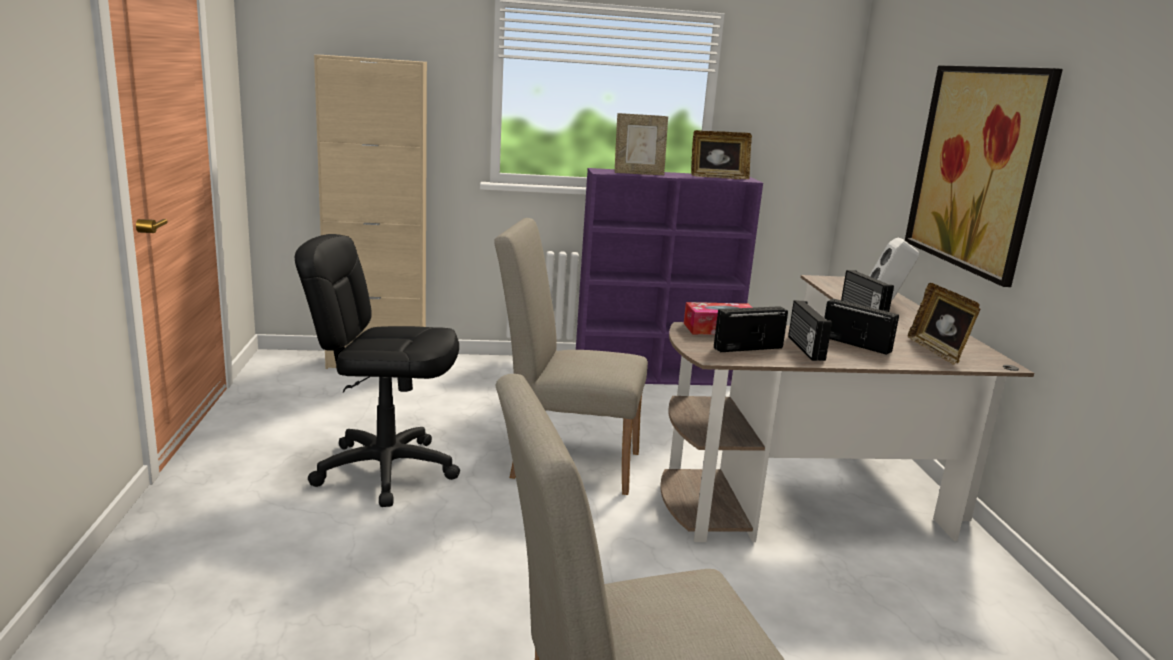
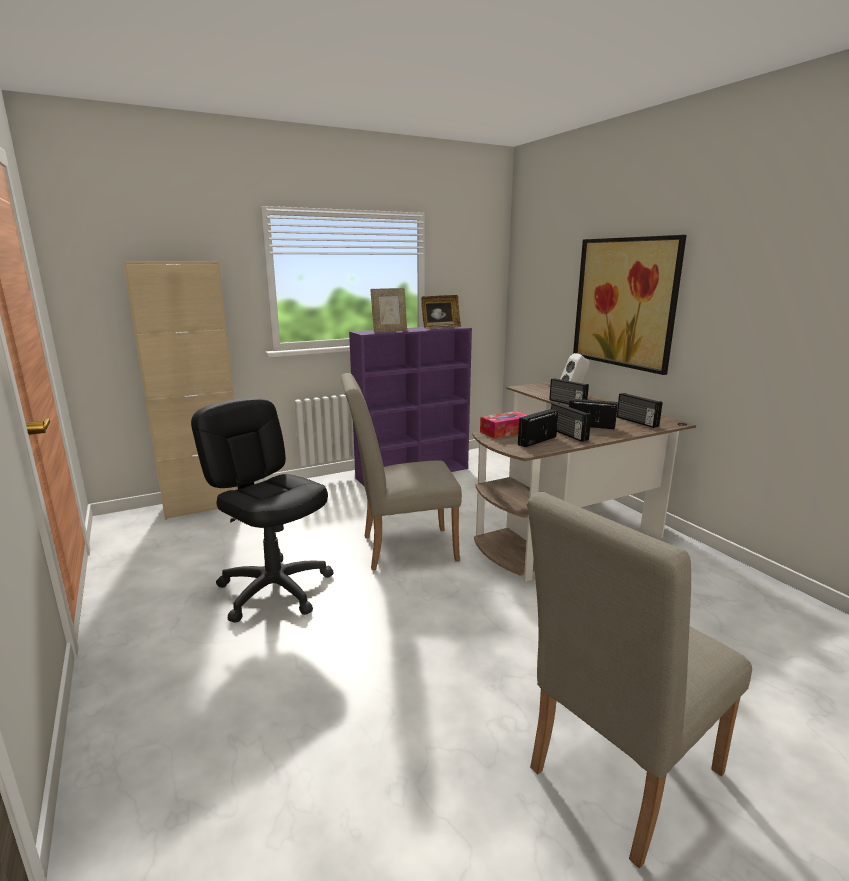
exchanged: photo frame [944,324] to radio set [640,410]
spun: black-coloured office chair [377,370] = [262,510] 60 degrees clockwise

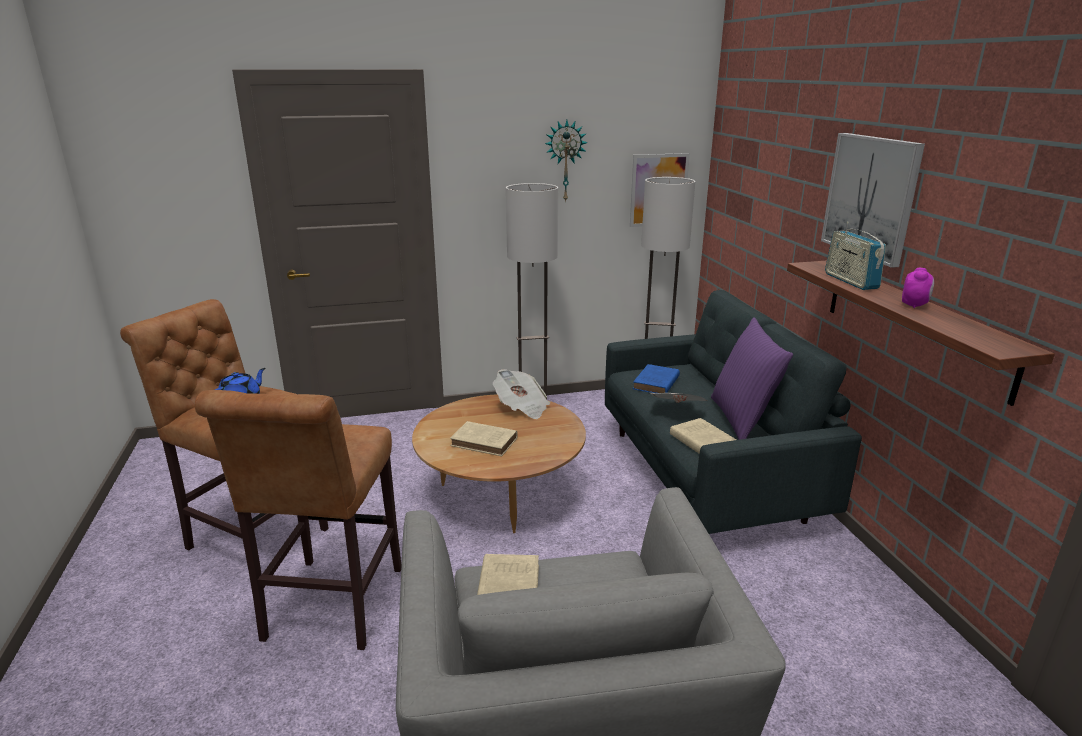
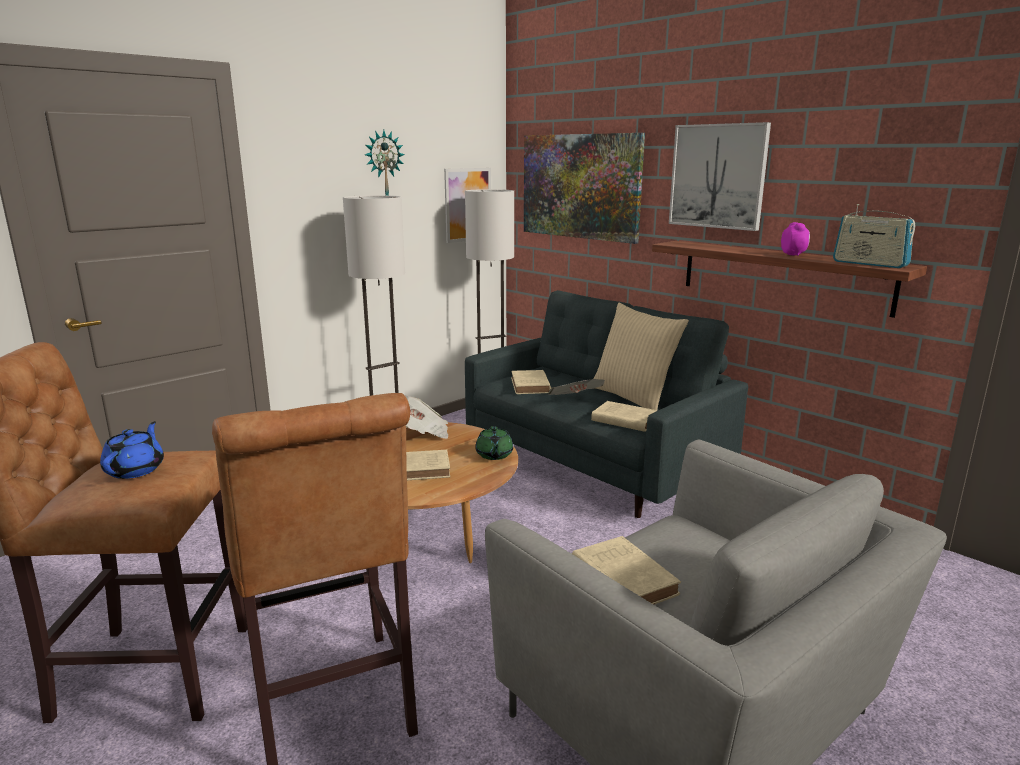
appeared: wall art [584,188]; greenish tea pot [494,443]
relocated: radio set [855,256] to [874,236]
colour: purplish pillow [752,379] to beige-coloured pillow [641,356]; blue volume [656,378] to beige-coloured volume [531,382]

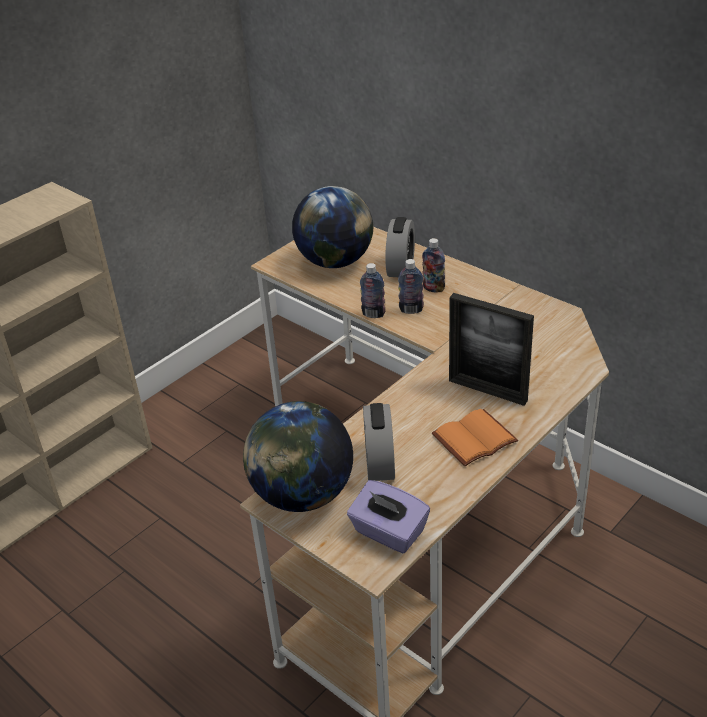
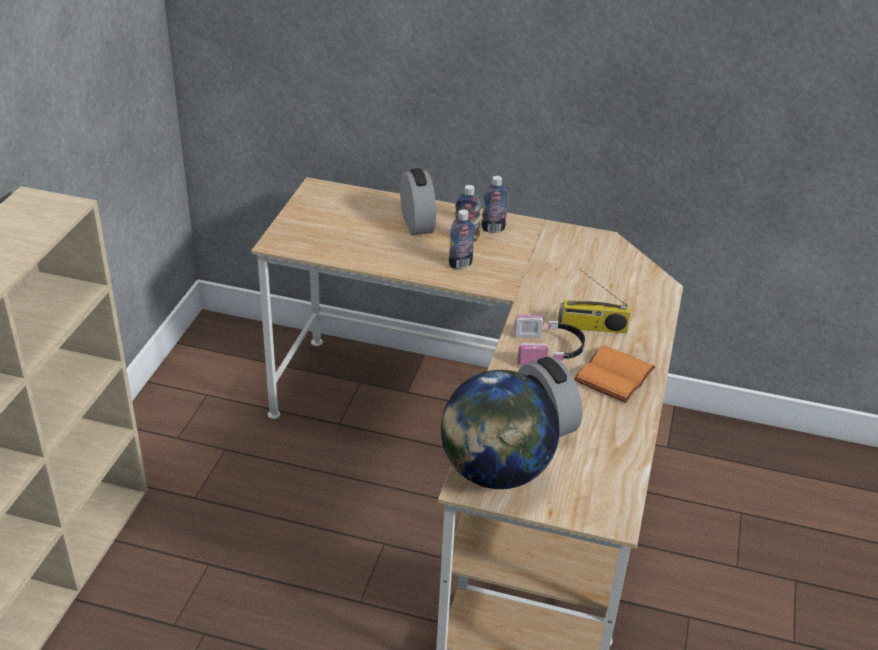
missing: globe [332,227]; purplish tissue holder [388,516]
appeared: headphones [549,340]
relocated: bottle [372,290] to [495,204]
exchanged: photo frame [491,349] to radio set [594,301]

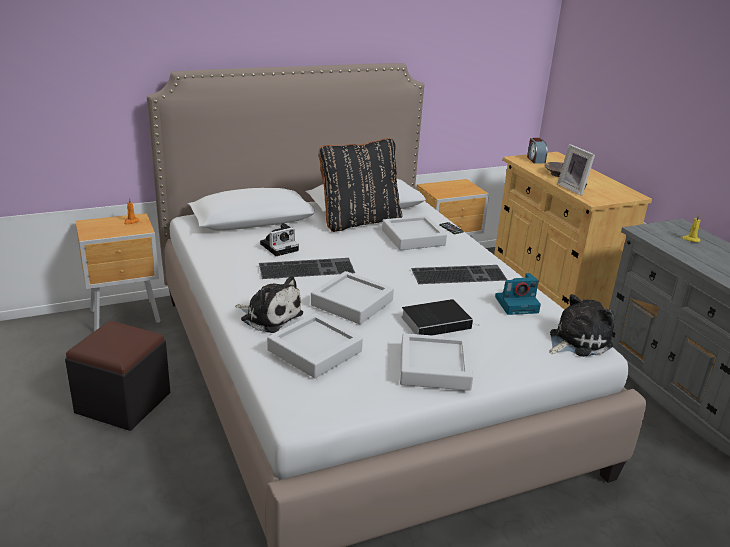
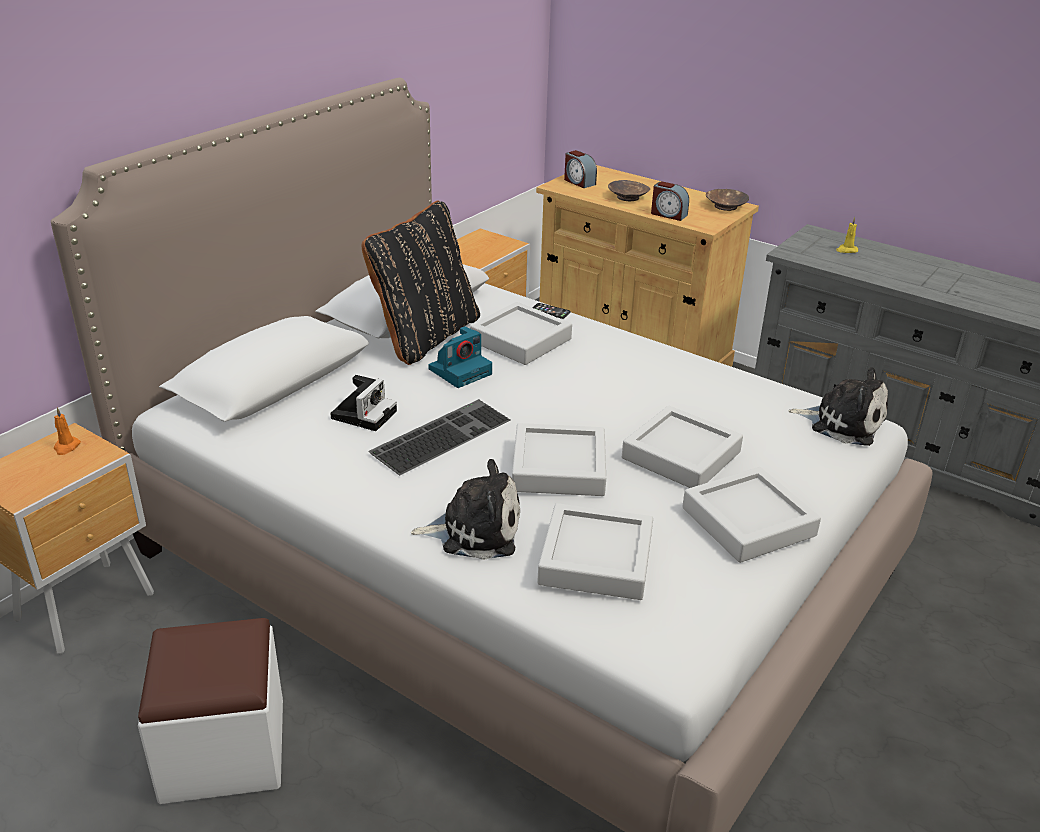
missing: keyboard [459,274]
appeared: brown bowl [727,200]
relocated: still camera [518,294] to [460,357]
exchanged: photo frame [576,170] to alarm clock [670,201]; volume [440,317] to gray serving tray [682,447]
colour: black-coloured ottoman [117,376] to white ottoman [210,711]
spun: cuddly toy [581,325] = [838,406] 90 degrees clockwise

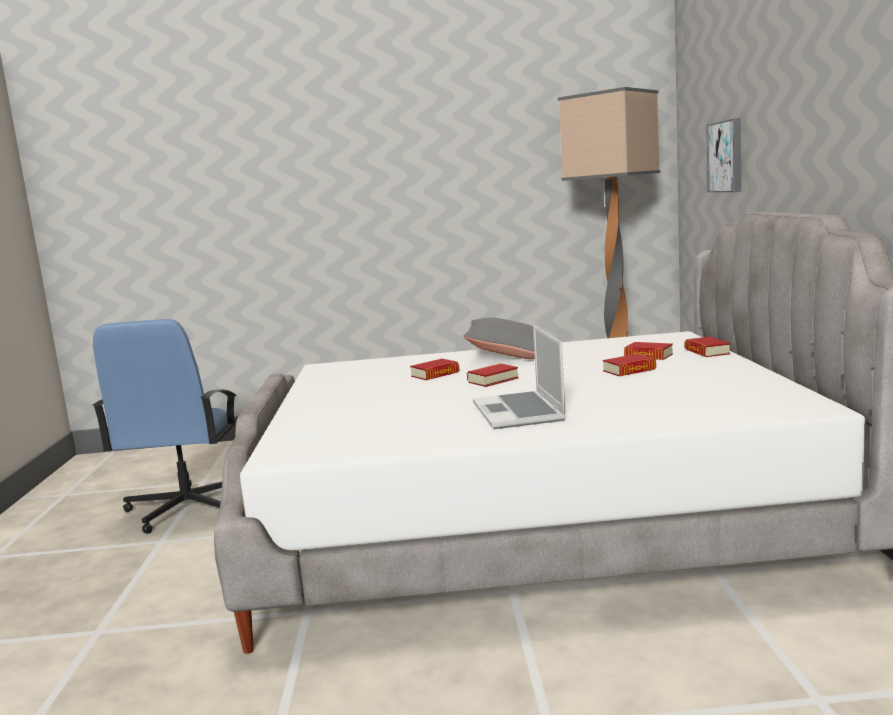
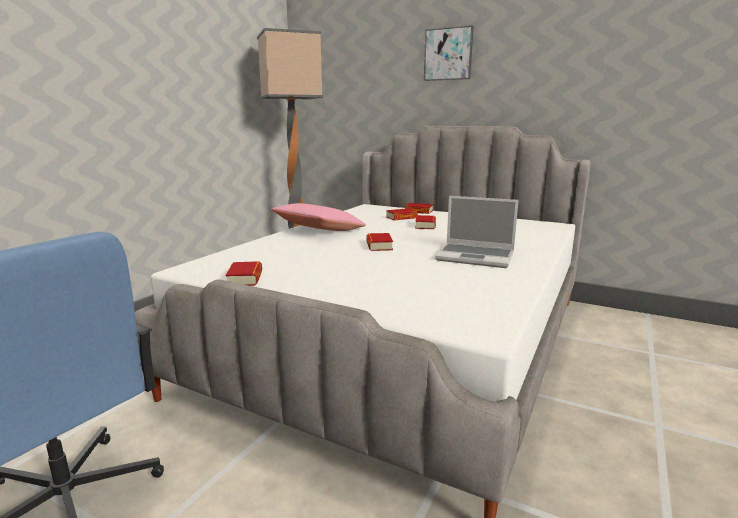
relocated: wall art [724,155] to [449,53]; volume [434,369] to [243,273]
colour: gray pillow [499,338] to pinkish pillow [318,217]

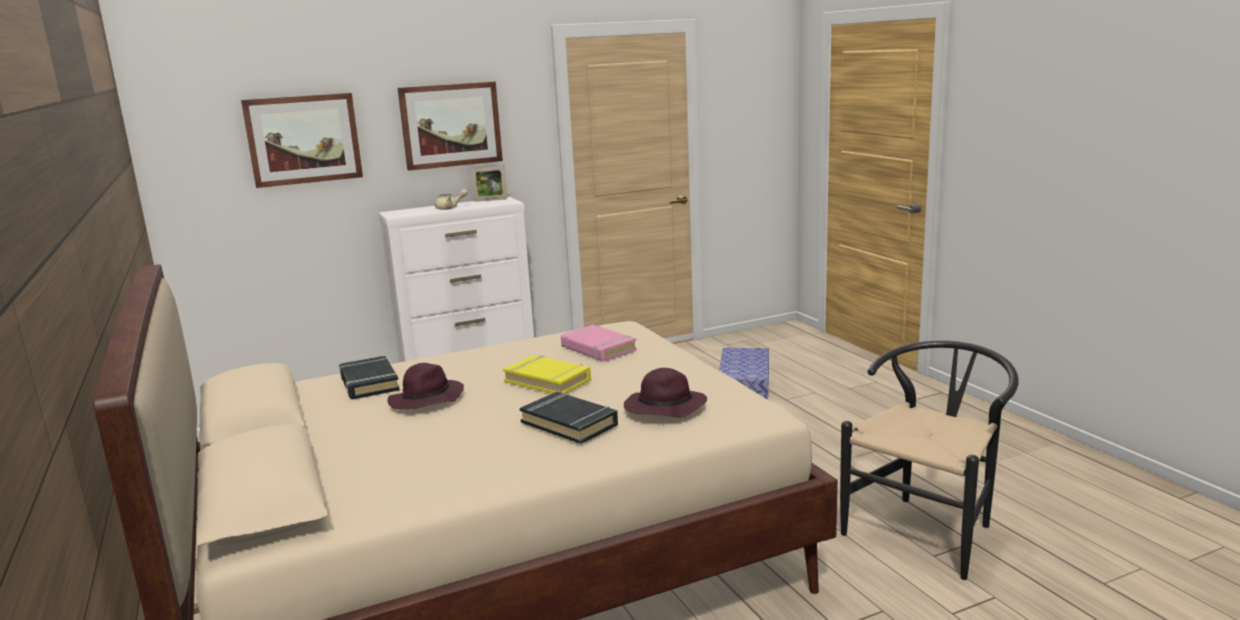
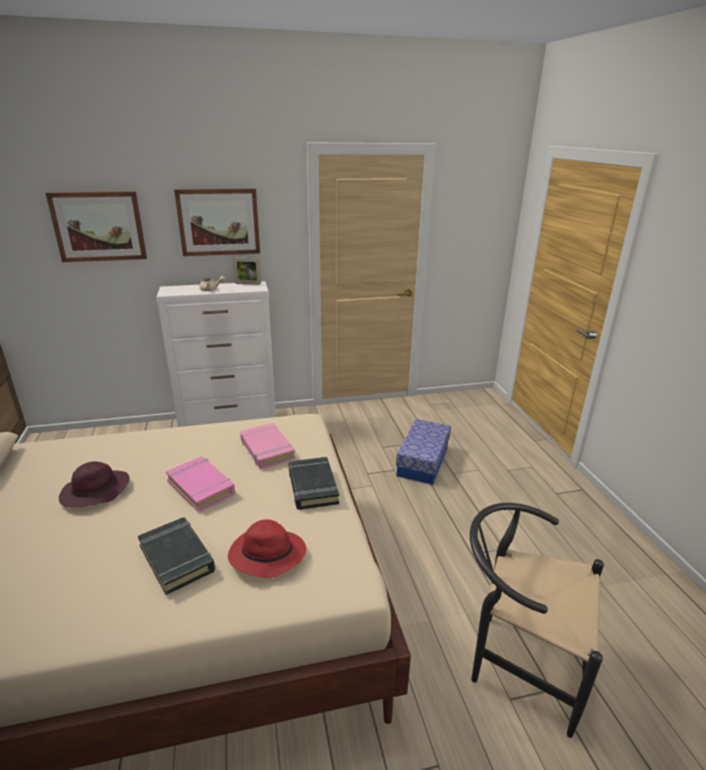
relocated: black-coloured volume [369,377] to [314,483]
colour: yellow volume [547,374] to pinkish volume [200,484]; purplish hat [665,393] to red hat [267,549]
spun: black-coloured upright chair [929,460] = [537,620] 120 degrees counterclockwise

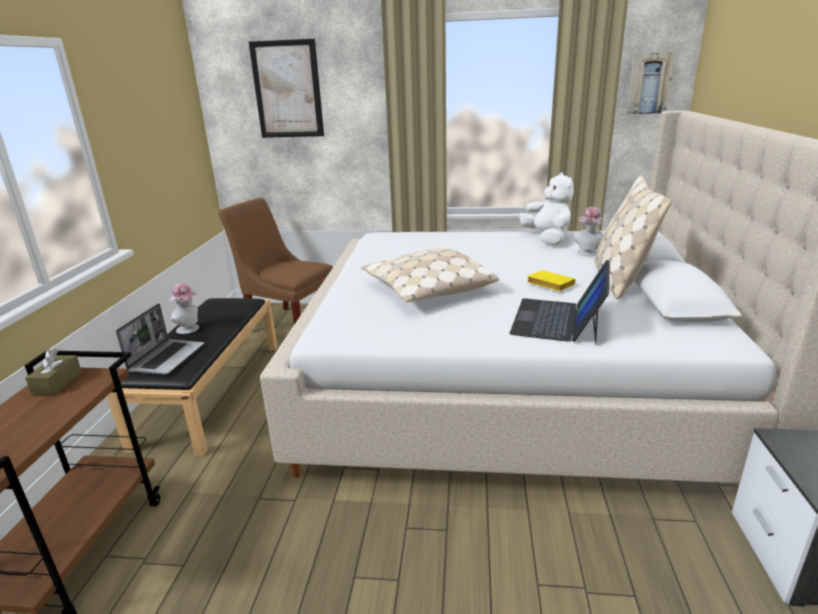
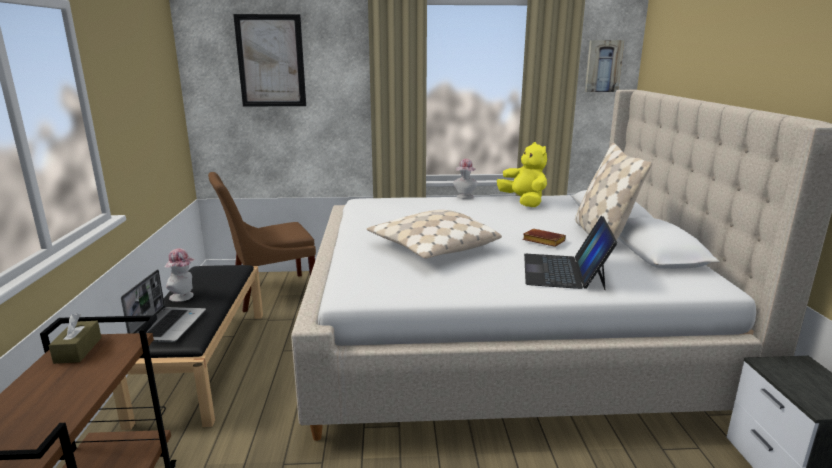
relocated: hat [589,231] to [465,179]
colour: white cuddly toy [546,208] to yellow cuddly toy [522,174]; yellow volume [551,280] to brown volume [544,238]
spun: brown upright chair [276,261] = [262,242] 45 degrees counterclockwise

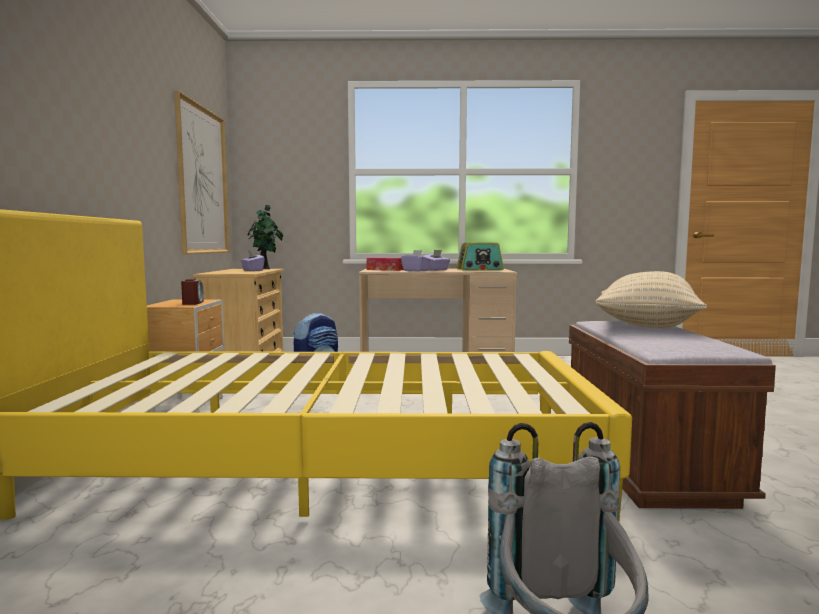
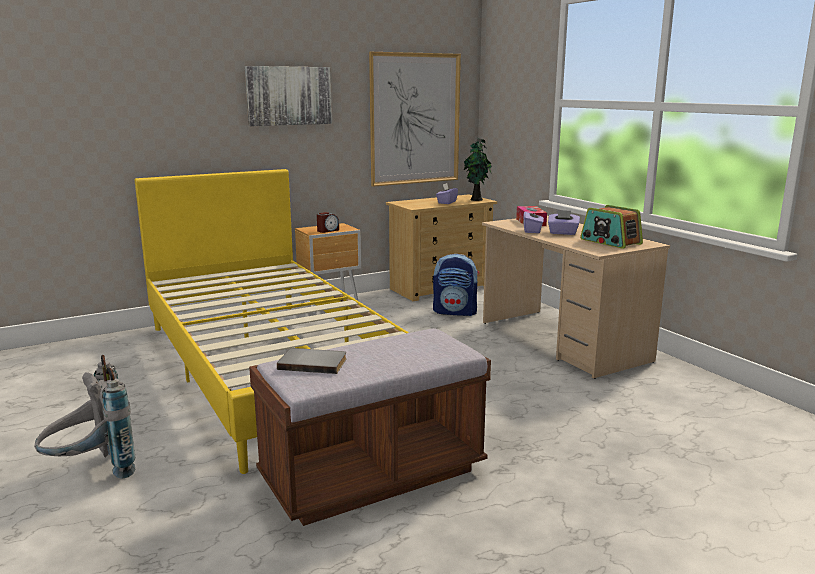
missing: beige-coloured pillow [651,299]
appeared: wall art [288,96]; gray volume [311,361]

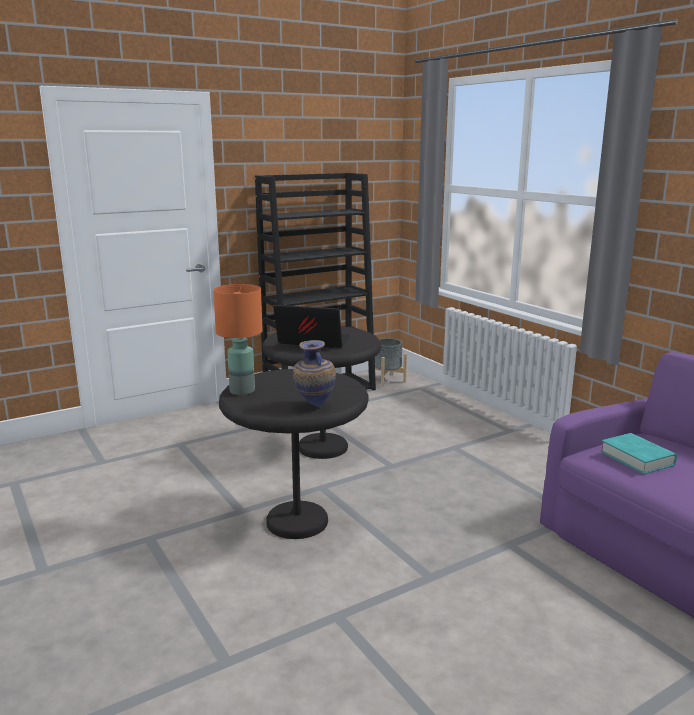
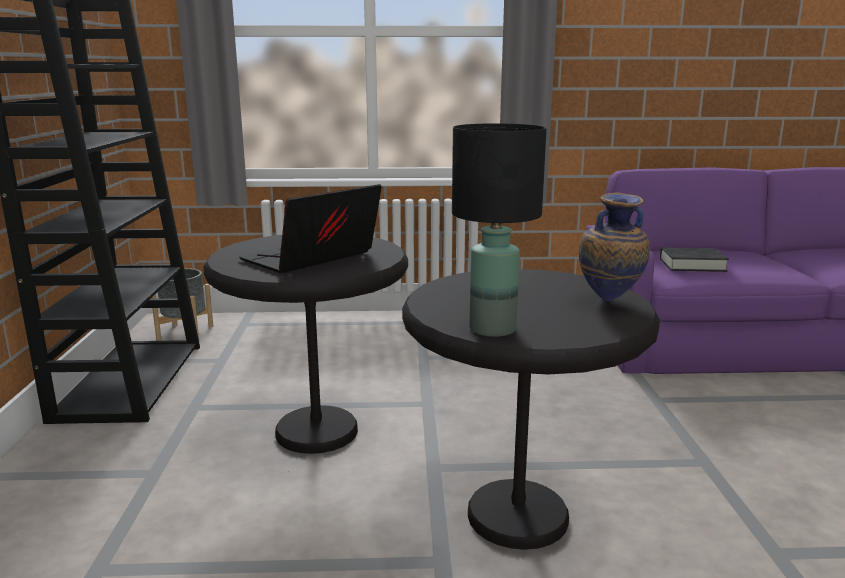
colour: orange lamp for a table [238,339] to black-coloured lamp for a table [499,230]; turquoise-coloured volume [638,453] to black-coloured volume [694,260]

